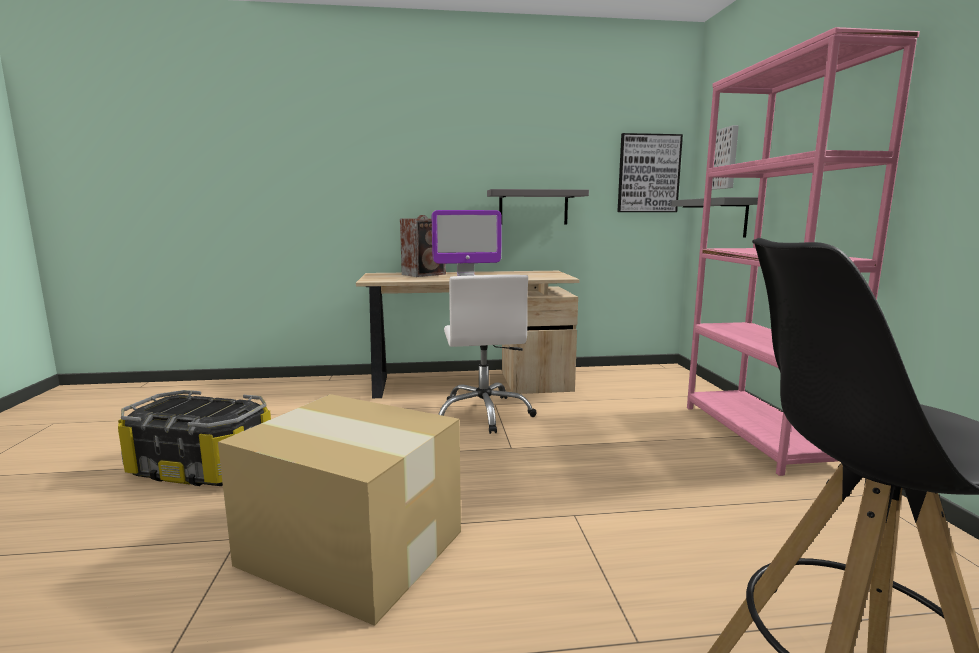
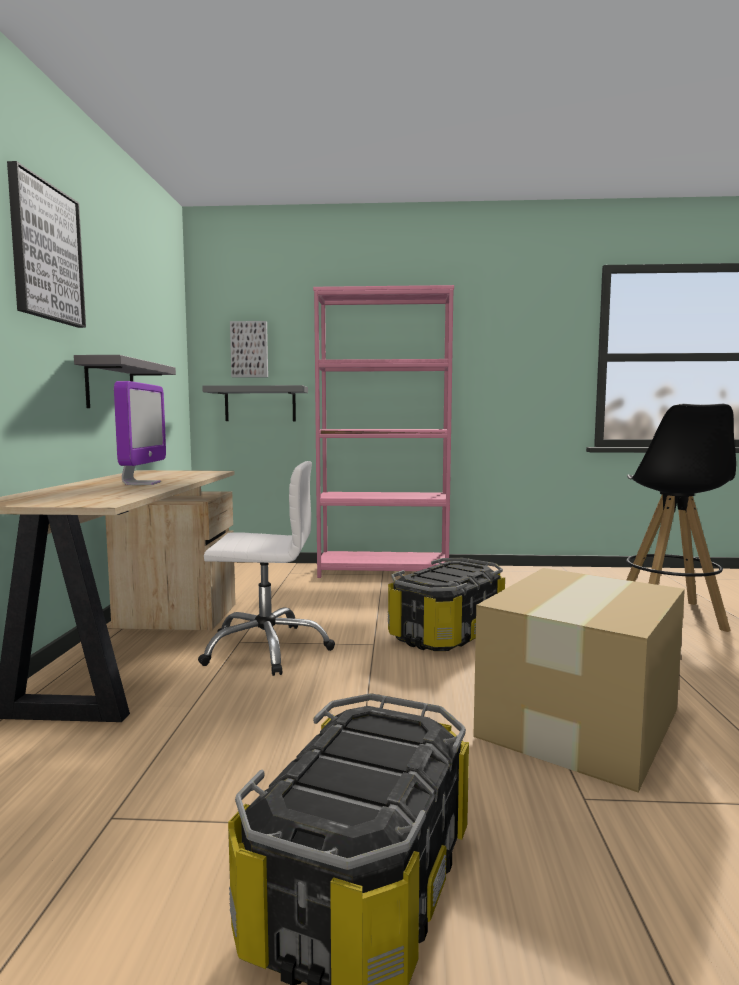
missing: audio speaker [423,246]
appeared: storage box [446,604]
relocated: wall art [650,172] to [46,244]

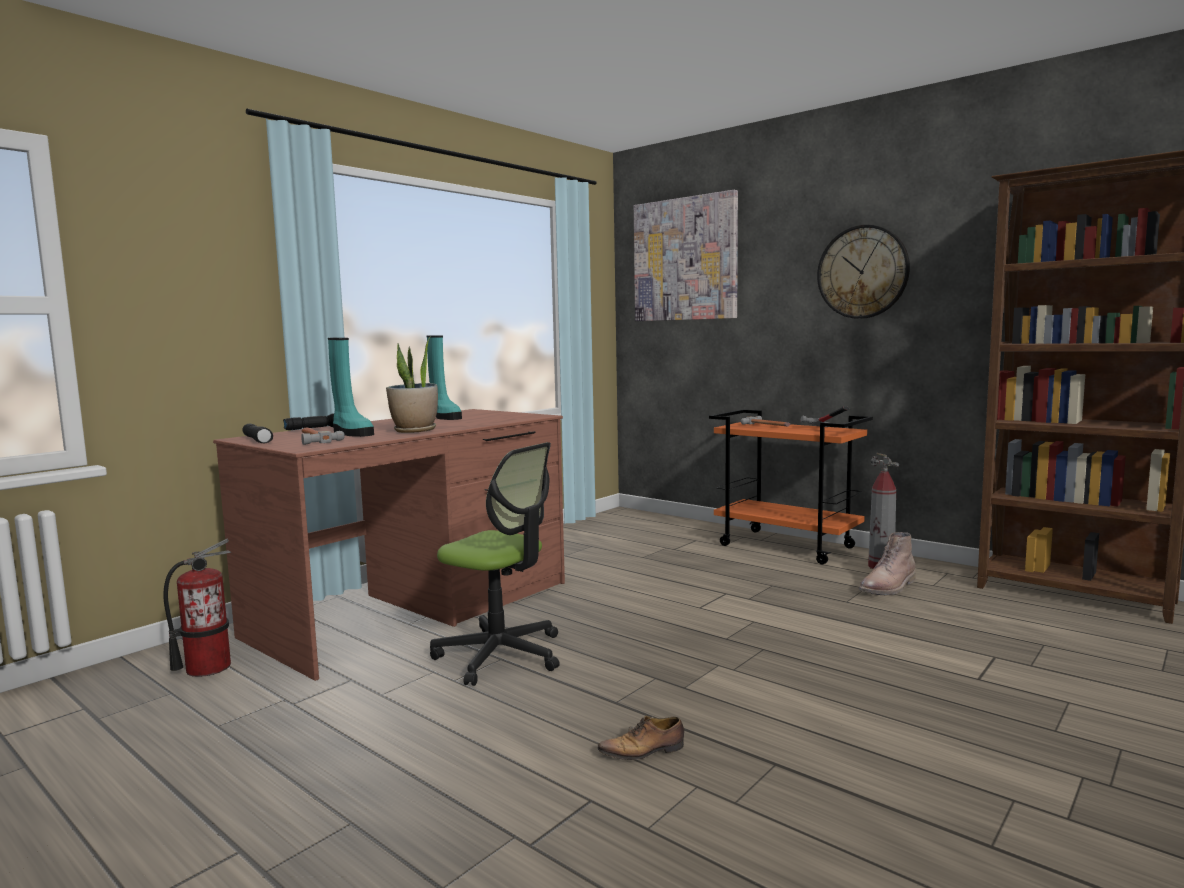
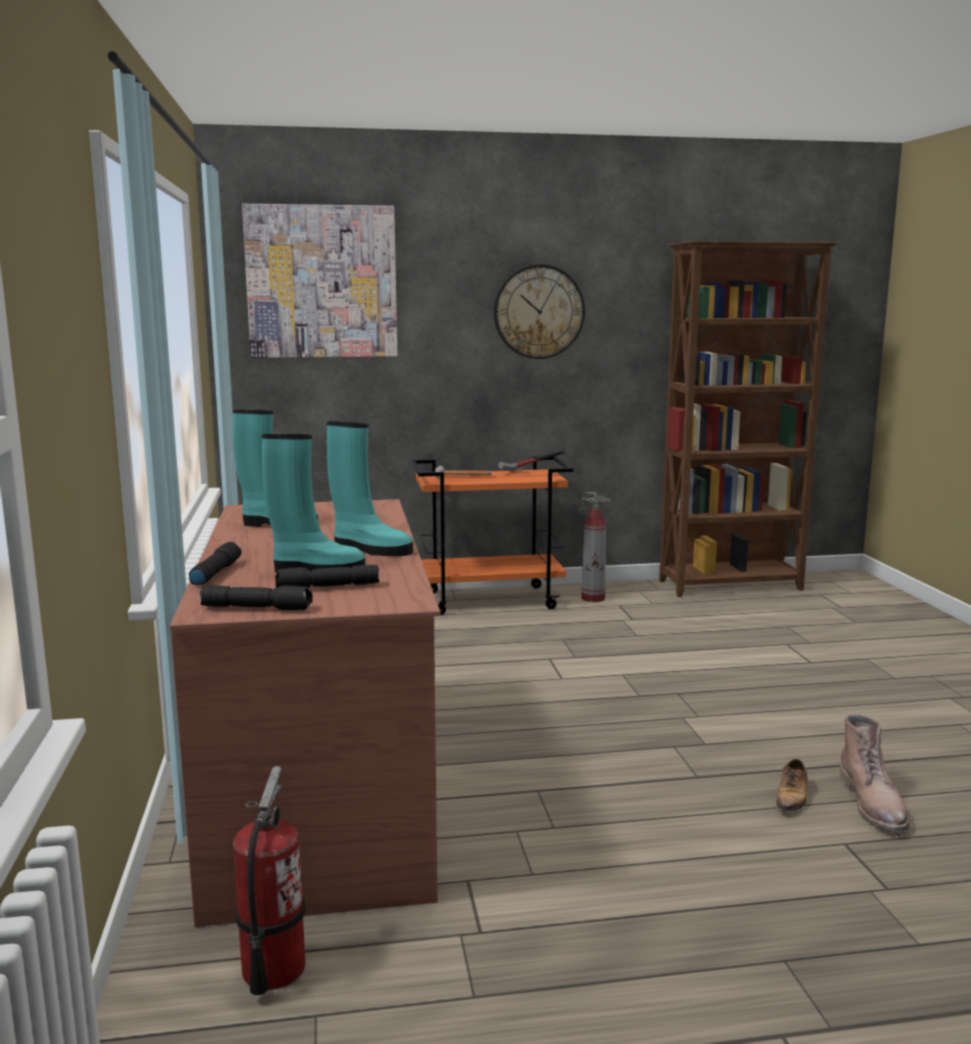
missing: office chair [495,564]
relocated: brown high-top boot [887,563] to [874,773]
exchanged: potted plant [412,384] to turquoise-coloured high-top boot [370,488]; tool hammer [323,436] to black-coloured flashlight [327,576]

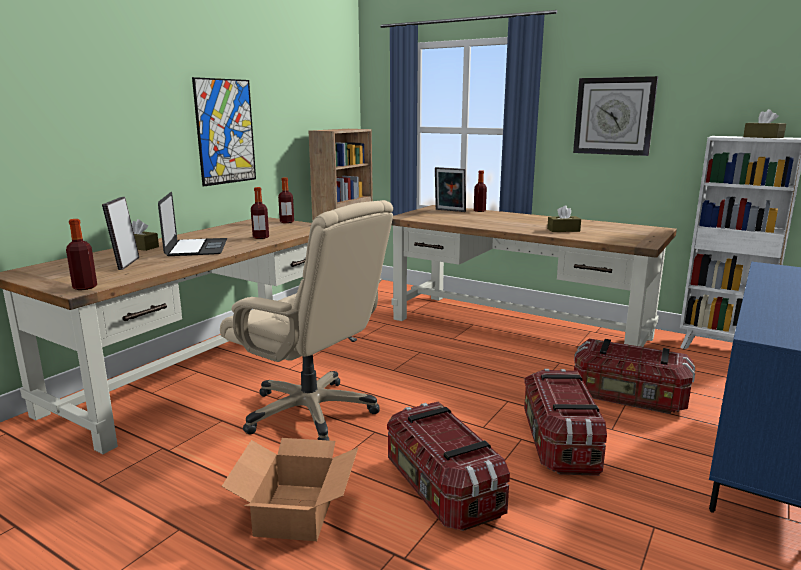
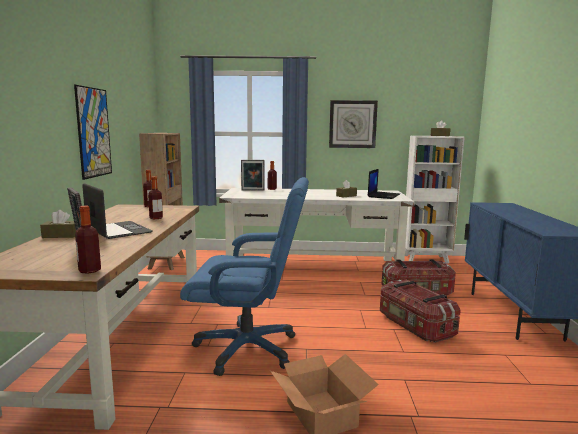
missing: storage box [448,466]
appeared: portable computer [384,184]
colour: beige-coloured office chair [306,320] to blue office chair [244,276]; brown desk [534,276] to white desk [316,224]

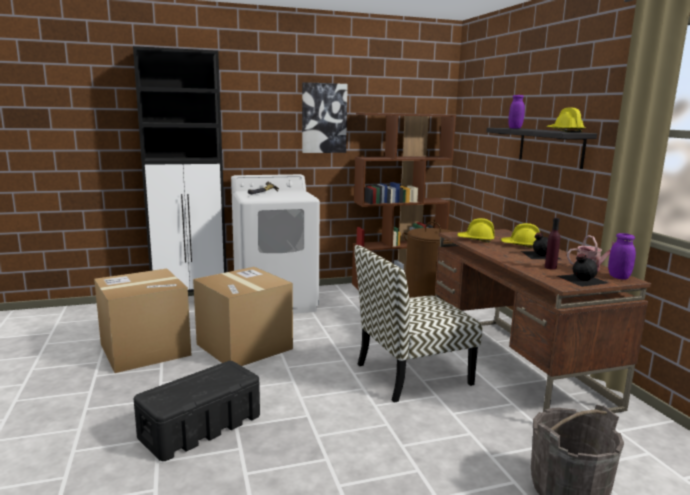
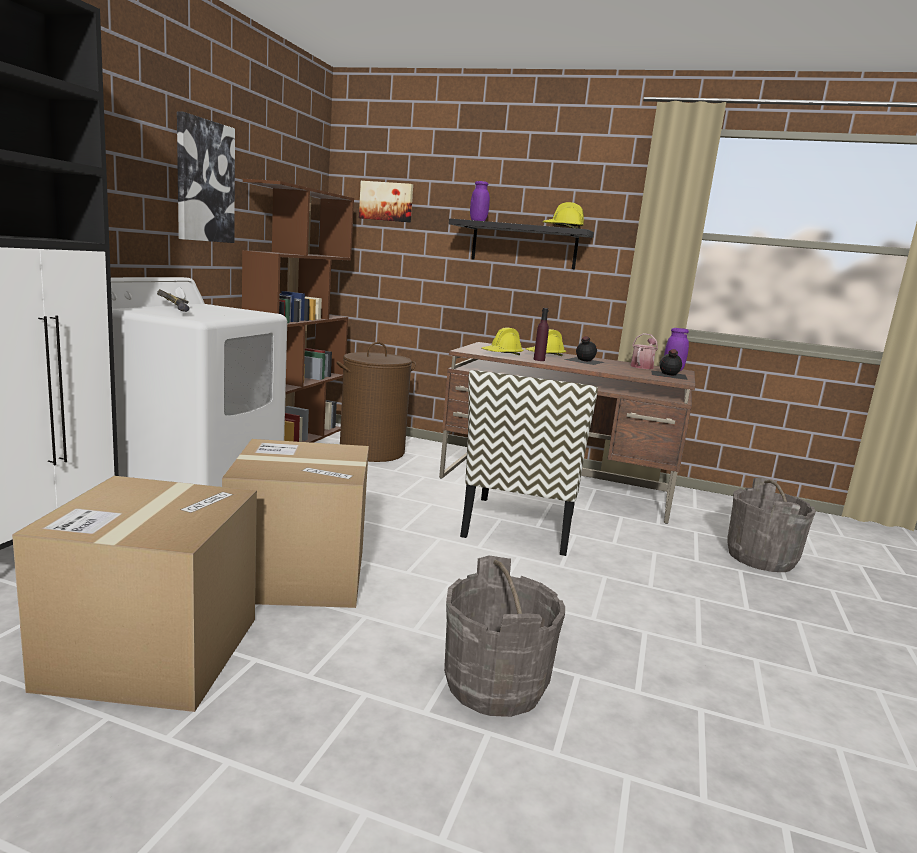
appeared: wall art [386,202]
relocated: purplish bottle [552,244] to [541,334]
exchanged: black-coloured storage box [197,411] to gray pail [504,636]

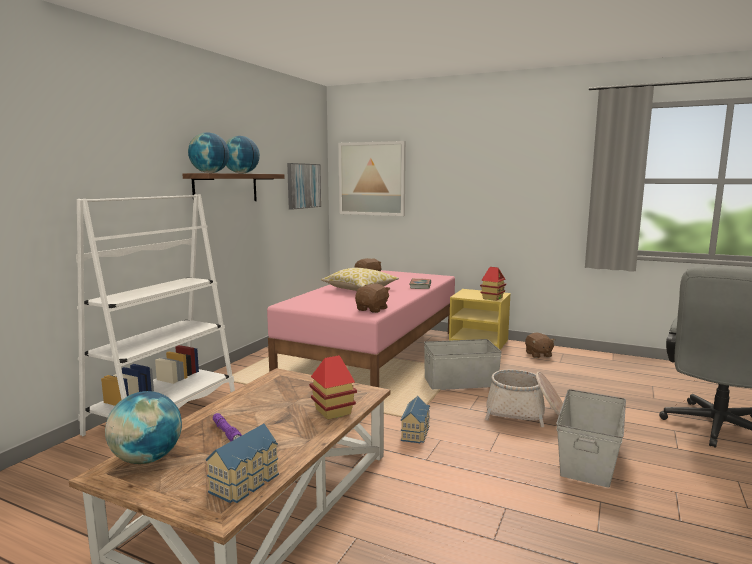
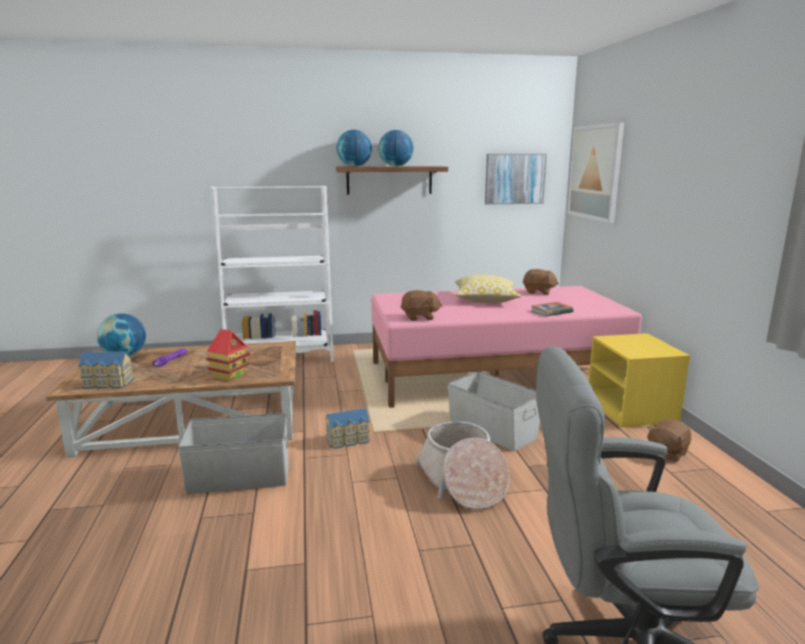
missing: model house [493,284]
relocated: gray storage box [591,438] to [232,453]

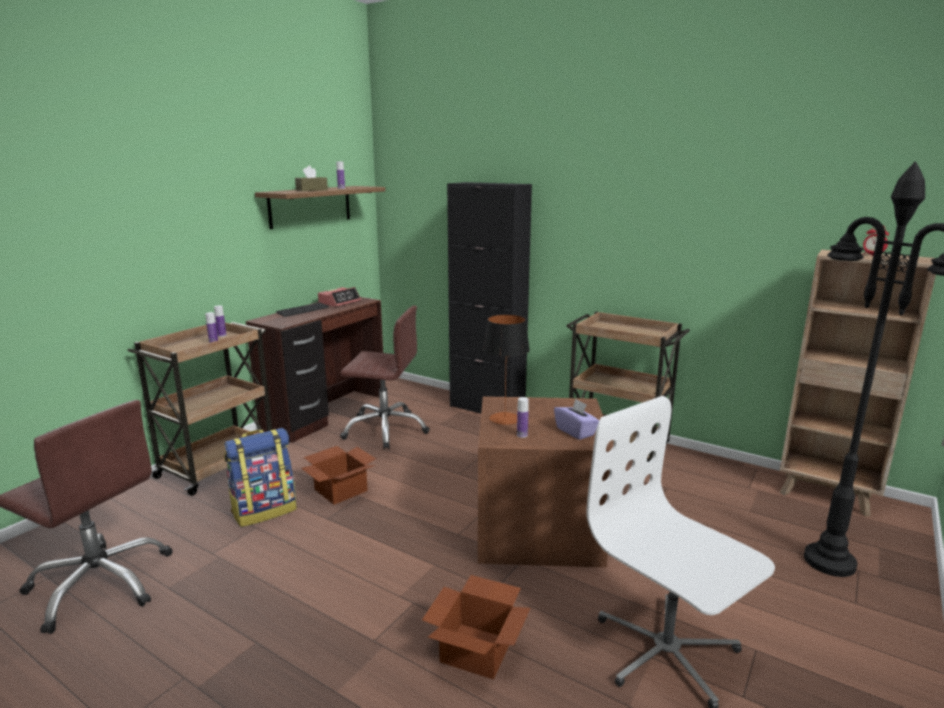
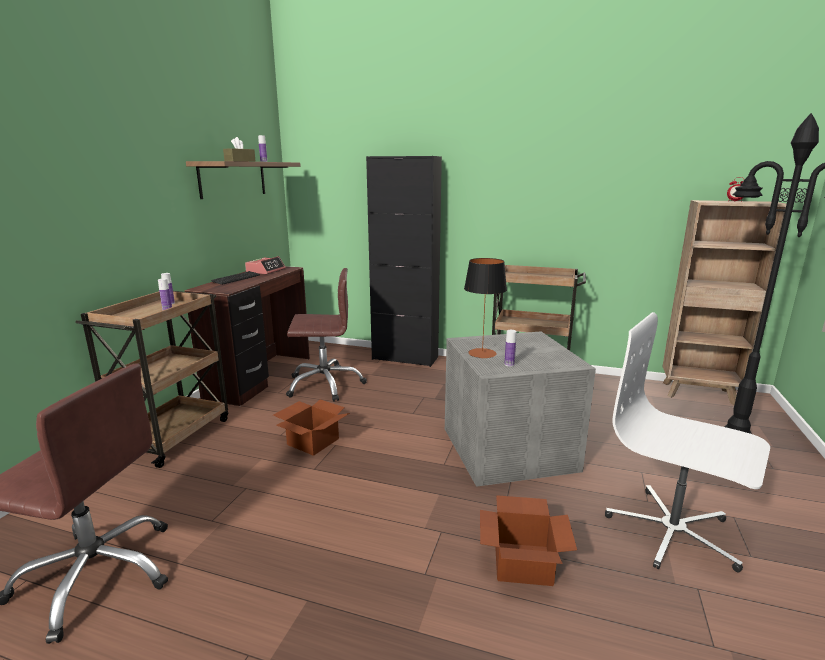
missing: purplish tissue holder [576,419]; backpack [260,477]
colour: brown storage box [546,482] to gray storage box [520,409]

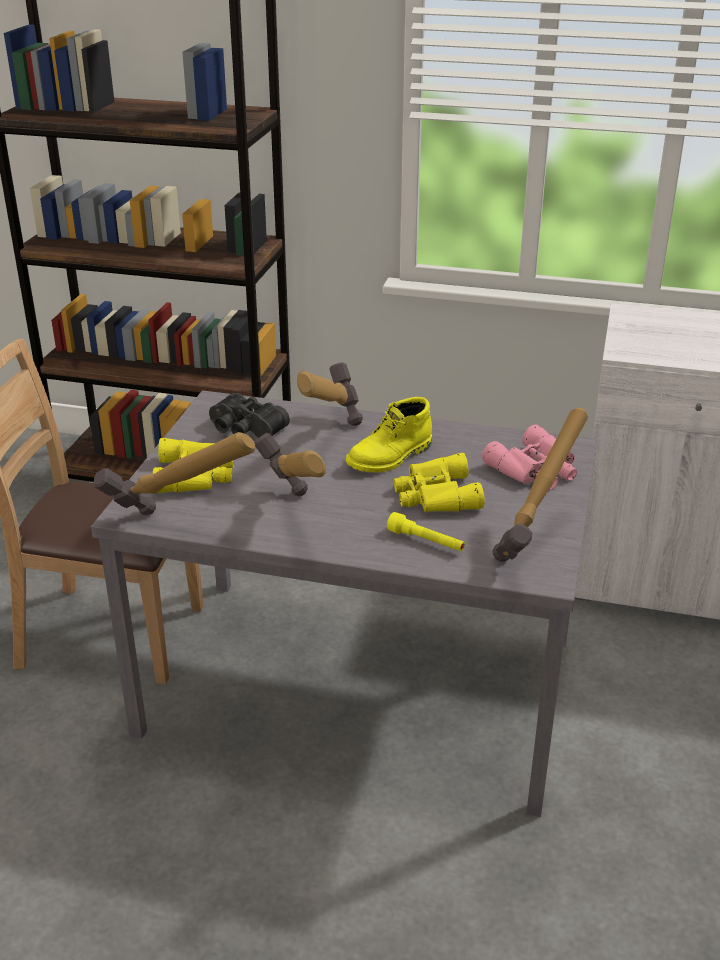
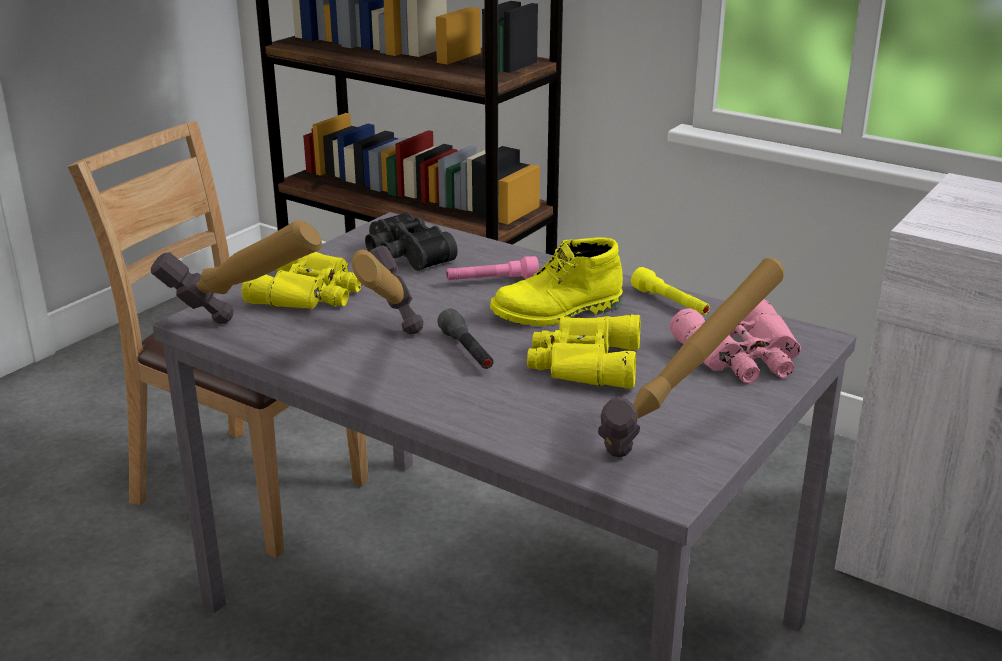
appeared: gray flashlight [465,338]
relocated: yellow flashlight [426,531] to [670,291]
exchanged: tool hammer [330,394] to pinkish flashlight [492,268]

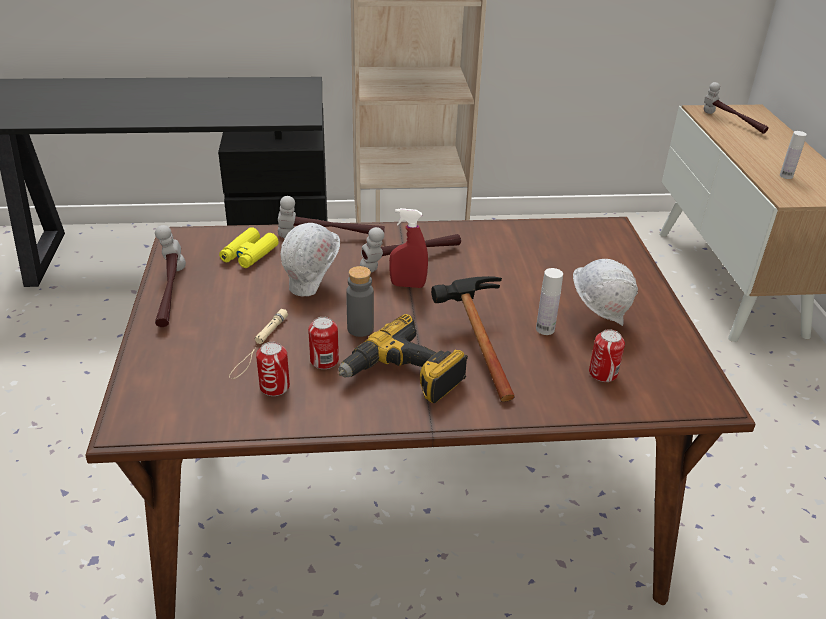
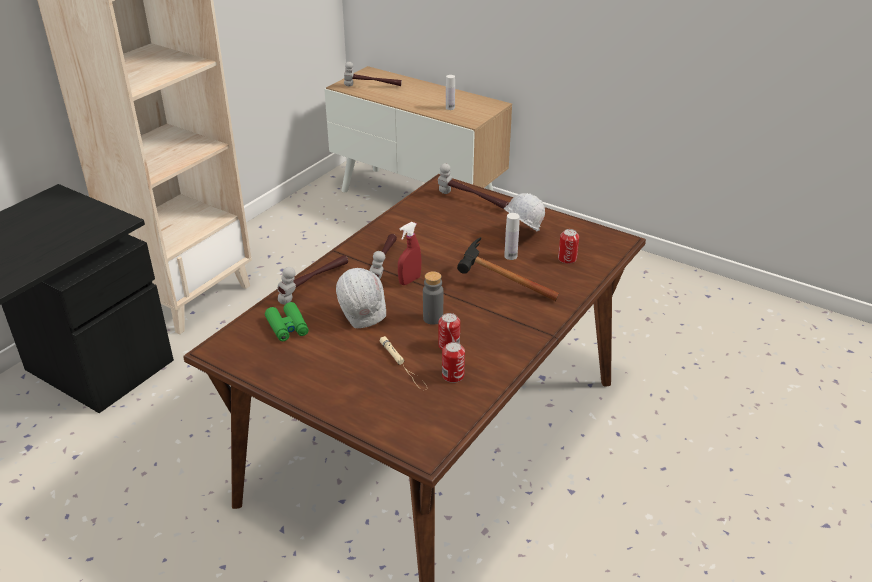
missing: drill [403,359]
relocated: tool hammer [170,276] to [473,186]
colour: yellow pair of binoculars [249,247] to greenish pair of binoculars [287,321]

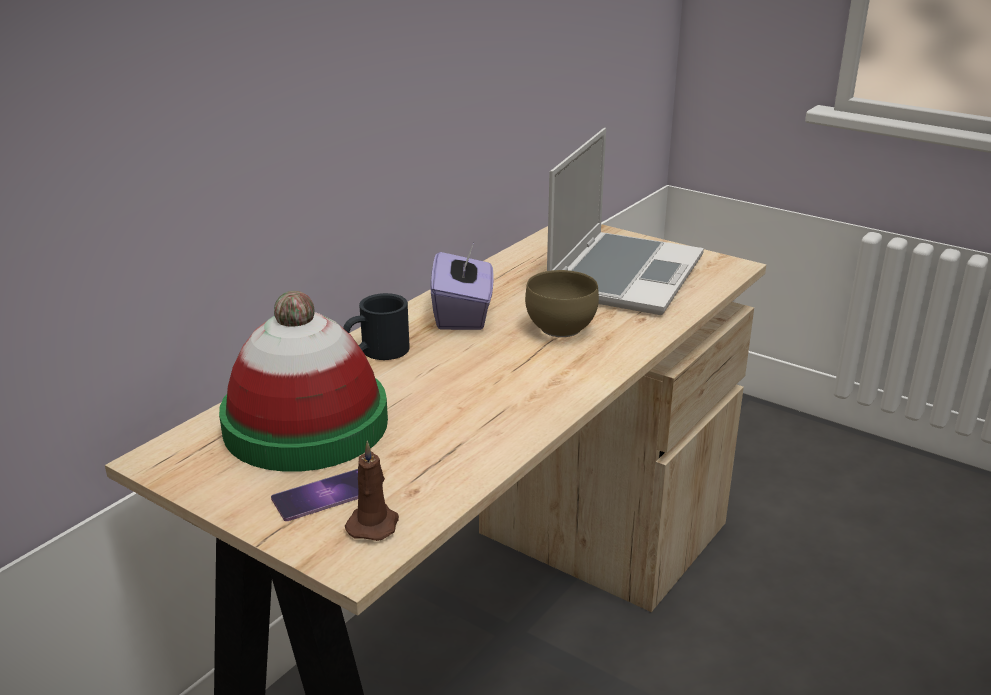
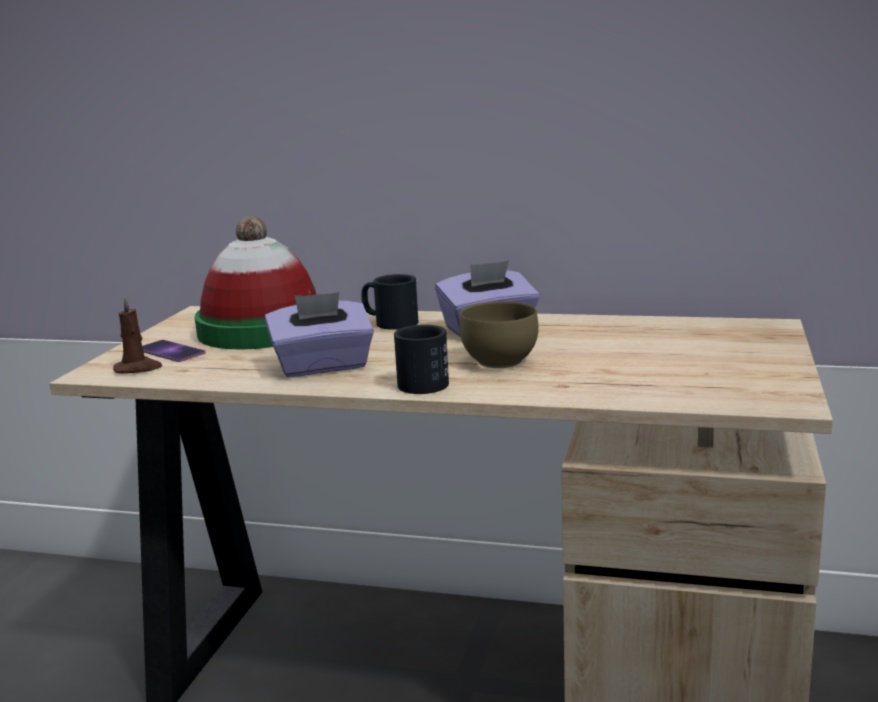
missing: portable computer [625,221]
appeared: purplish tissue holder [319,334]; black-coloured coffee mug [421,359]

